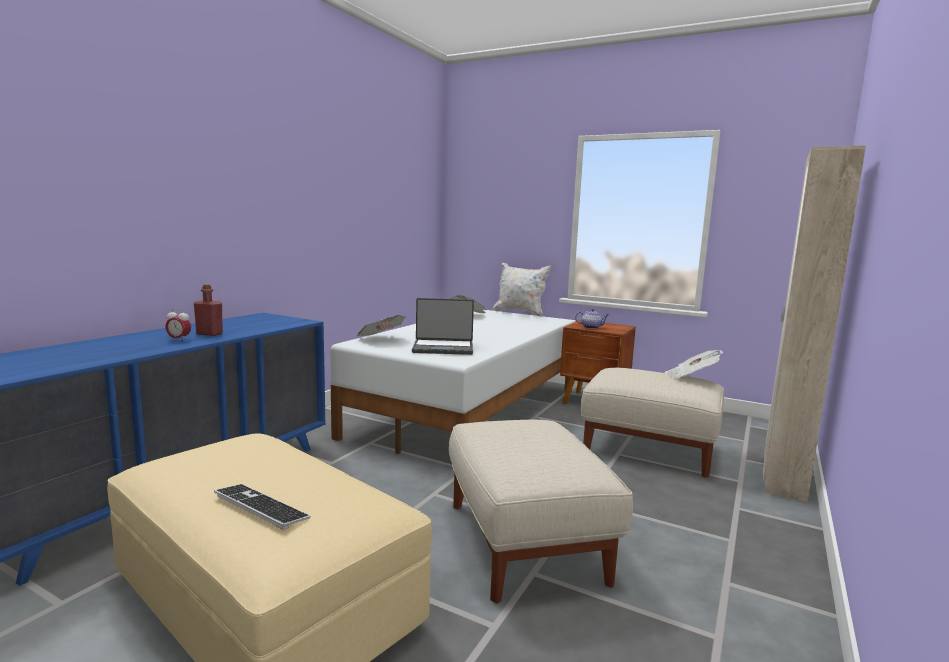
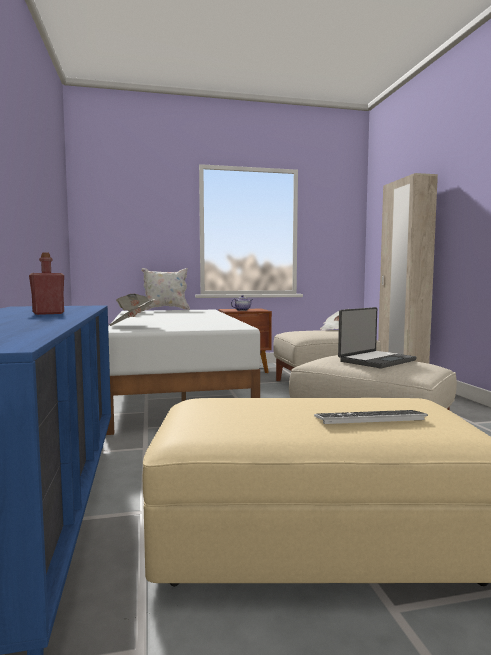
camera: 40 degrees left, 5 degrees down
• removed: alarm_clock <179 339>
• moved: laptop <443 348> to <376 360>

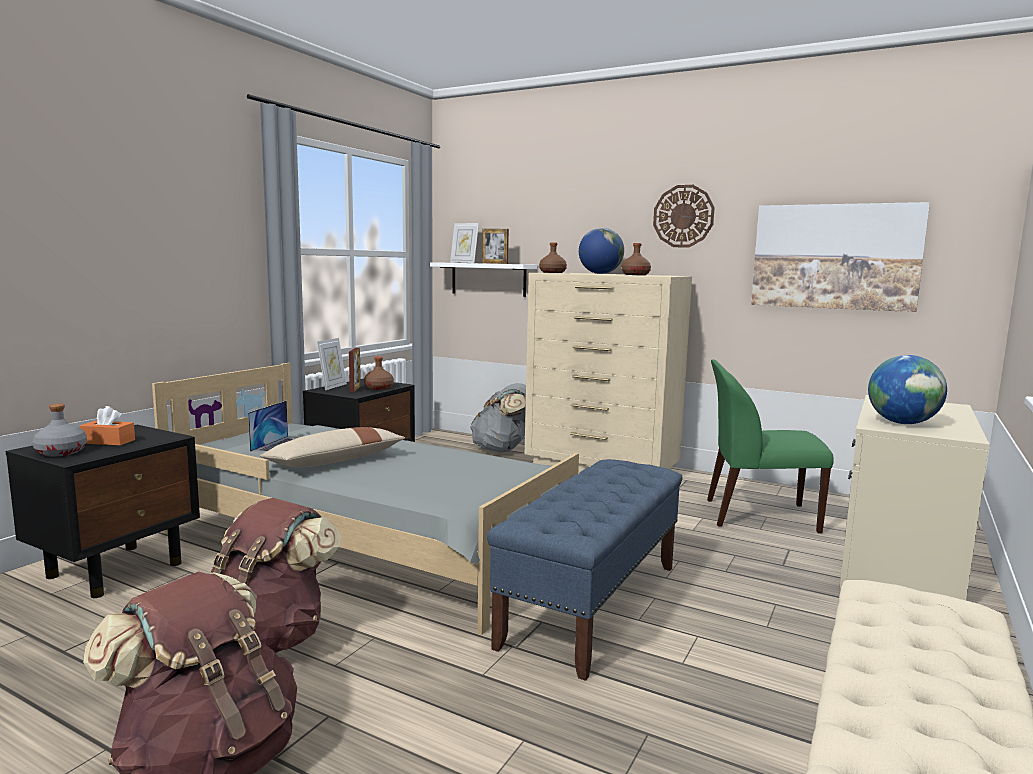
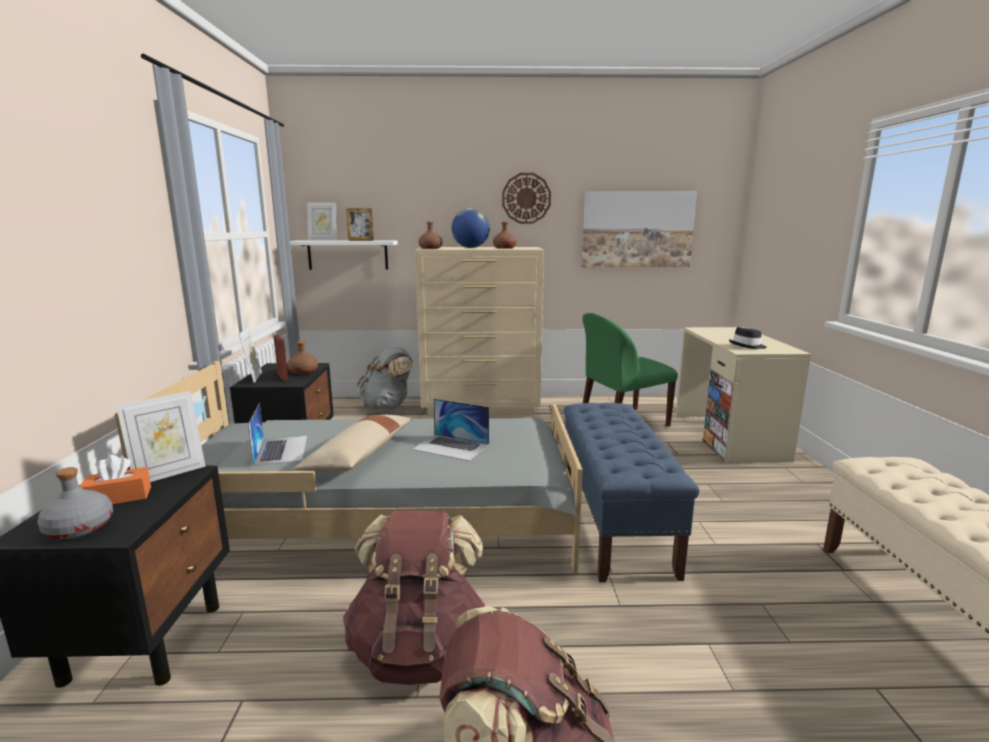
camera: 30 degrees left, 5 degrees up
• added: picture_frame <169 474>
• added: laptop <451 447>
• replaced: globe <902 423> to black_hat <748 346>

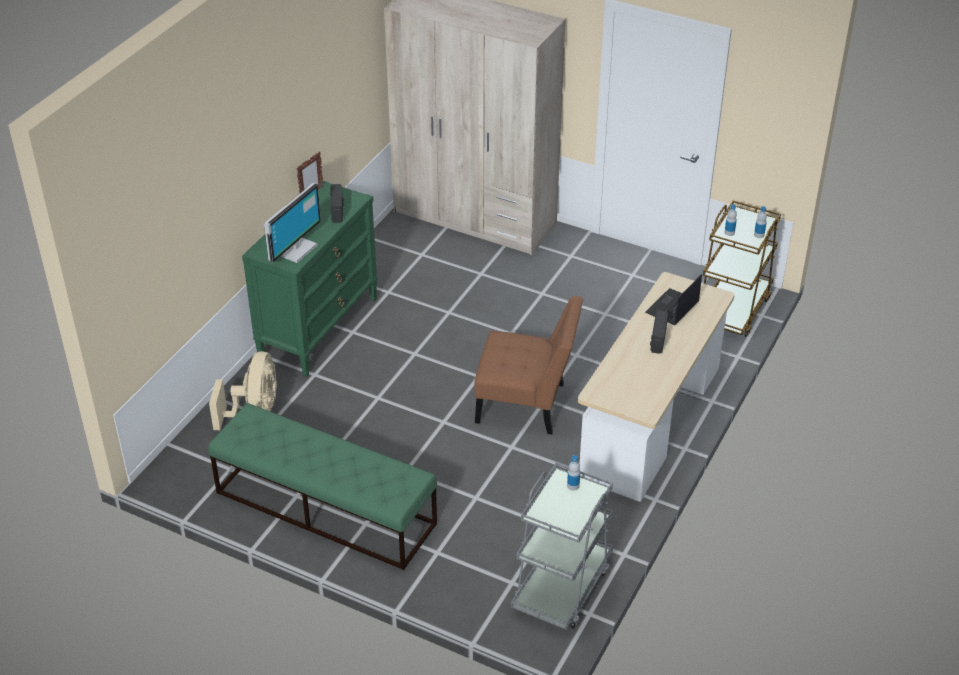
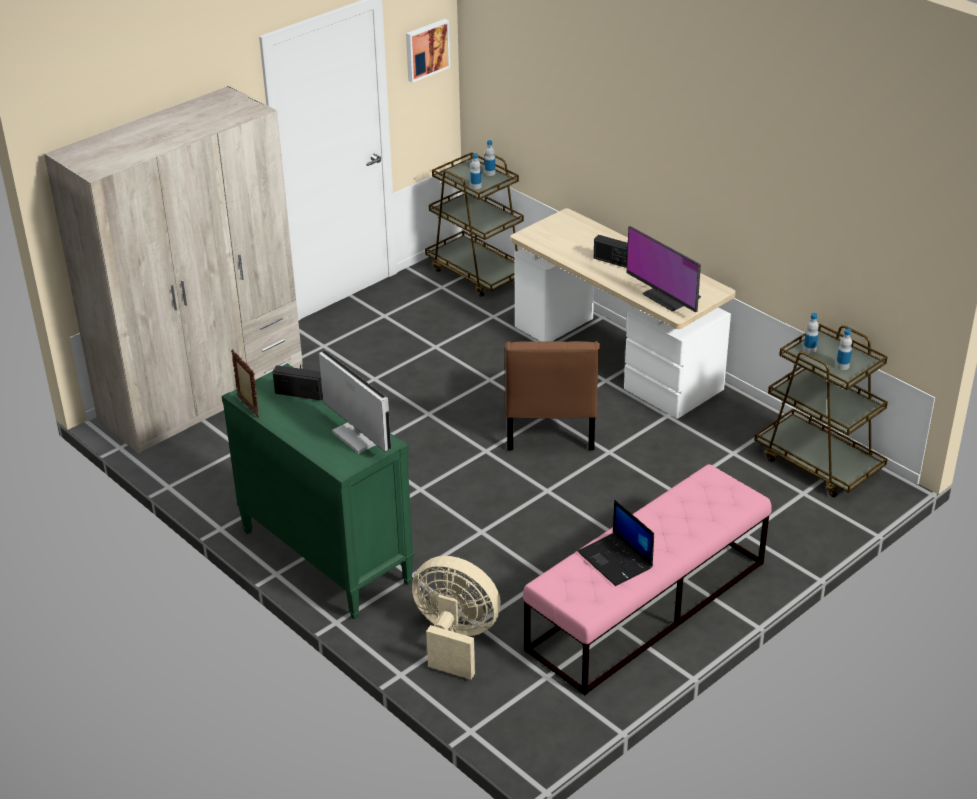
camera: 70 degrees left, 5 degrees down
• added: picture <426 49>
• added: monitor <670 297>
• added: bottle <842 366>
• moved: laptop <672 308> to <616 560>
• recoloured: green_bench <325 508> to pink_bench <647 606>
• recoloured: grey_cart <562 587> to brown_cart <818 463>
• turned: brown_chair <526 404> = <549 428> 150 degrees clockwise

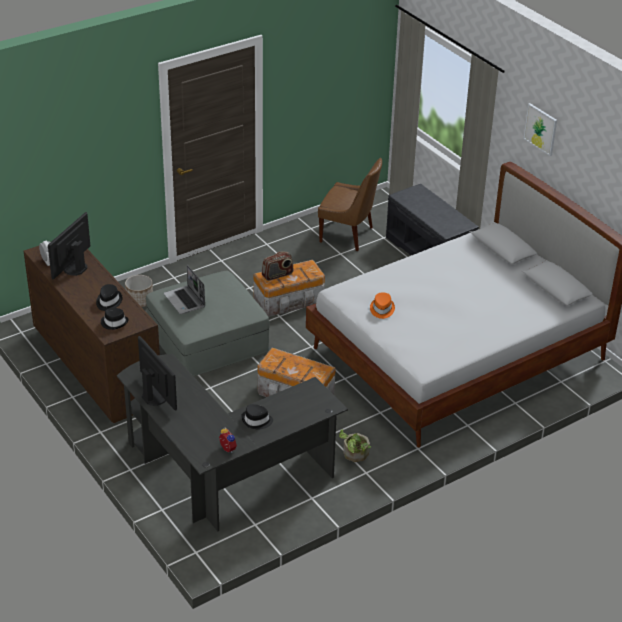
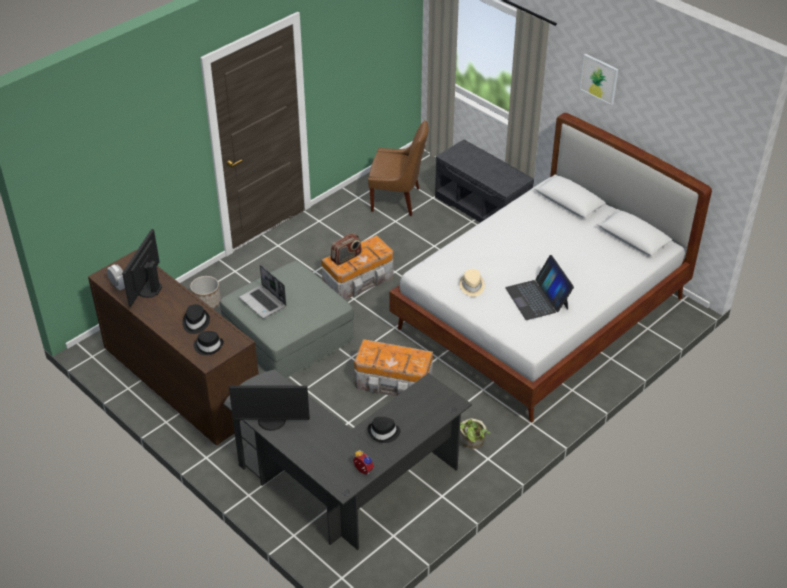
camera: 10 degrees left, 5 degrees up
• added: laptop <537 298>
• recoloured: orange_hat <381 309> to beige_hat <471 286>
• turned: monitor <156 396> = <271 421> 135 degrees clockwise

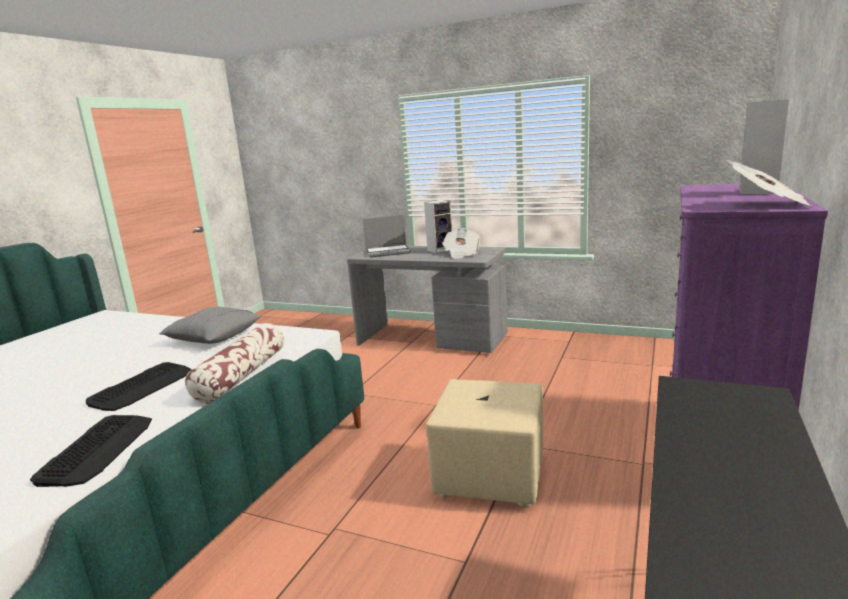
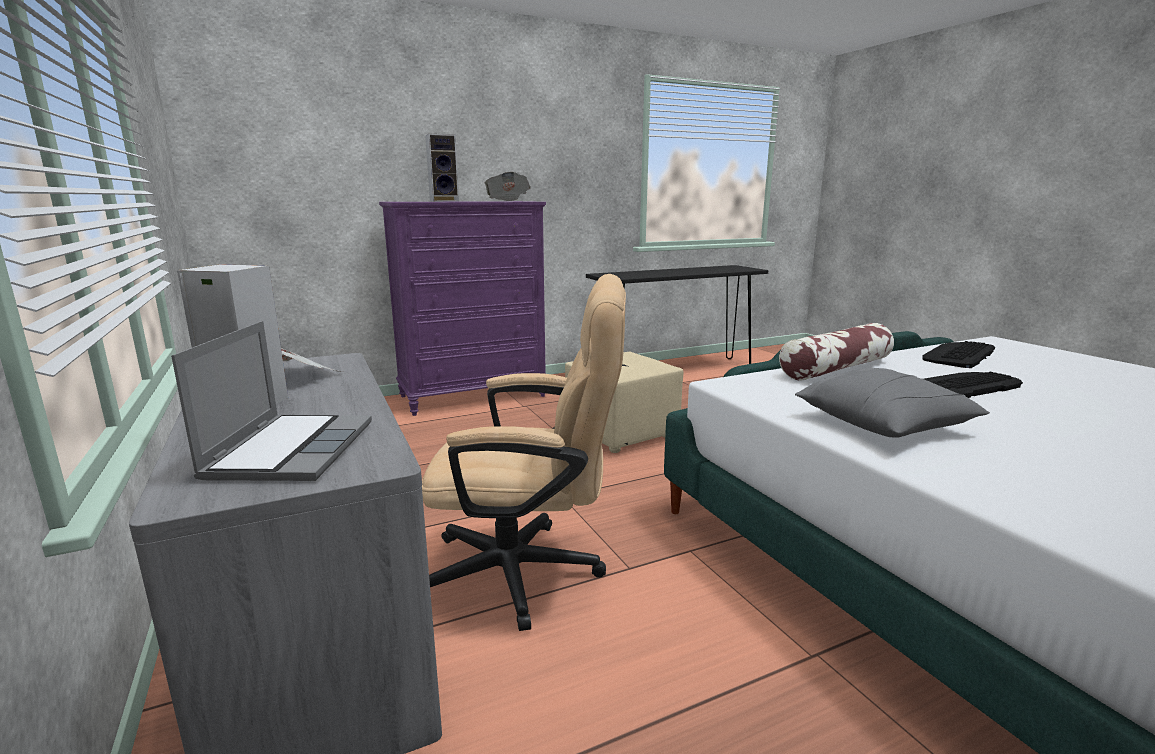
camera: 140 degrees left, 0 degrees up
• added: beige_office_chair <529 573>
• turned: laptop <388 252> = <291 449> 60 degrees clockwise

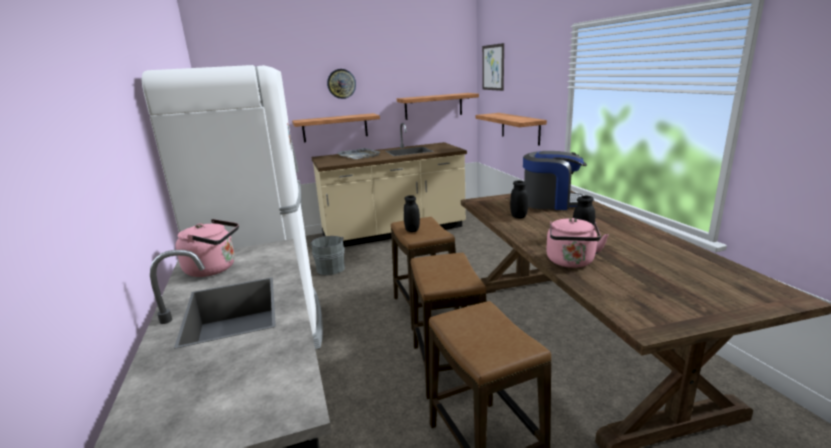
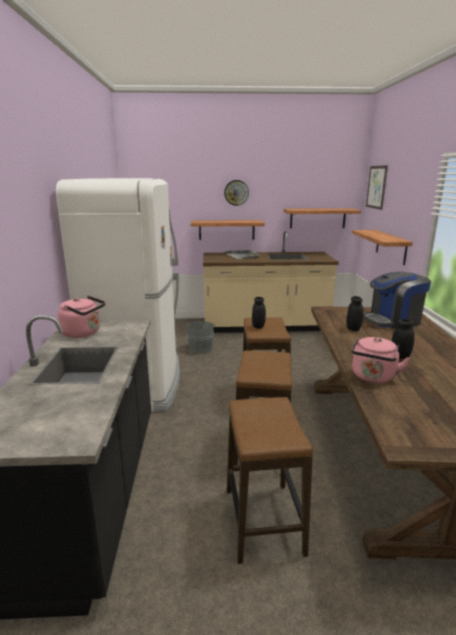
camera: 15 degrees right, 0 degrees up
• turned: coffee_machine <551 202> = <393 321> 135 degrees clockwise

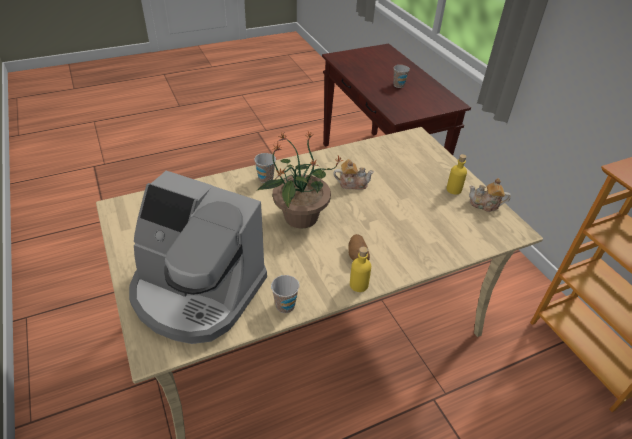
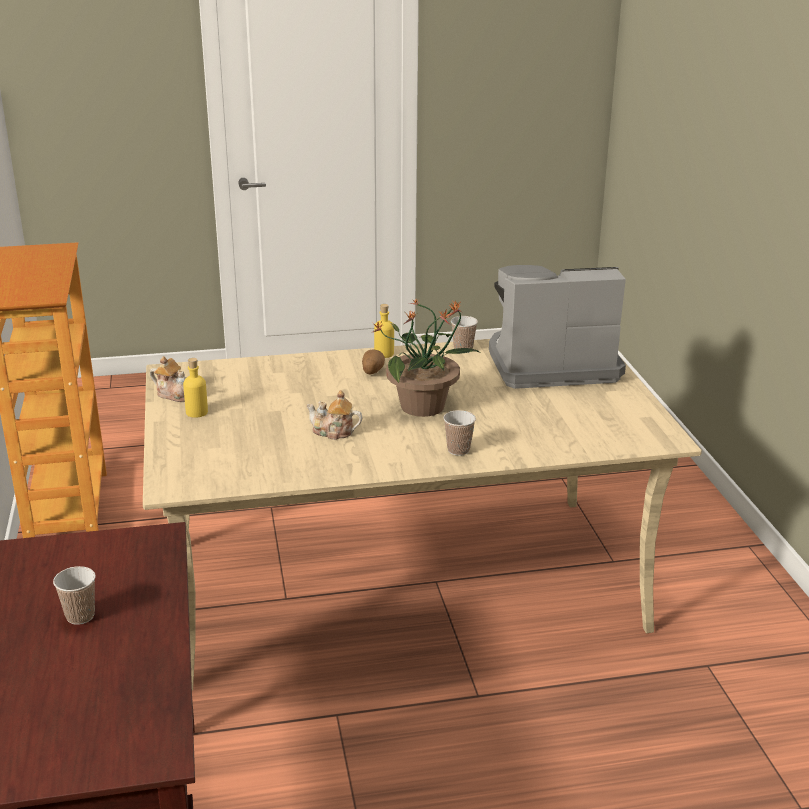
camera: 165 degrees left, 15 degrees down
• turned: coffee_machine <196 292> = <550 364> 45 degrees counterclockwise

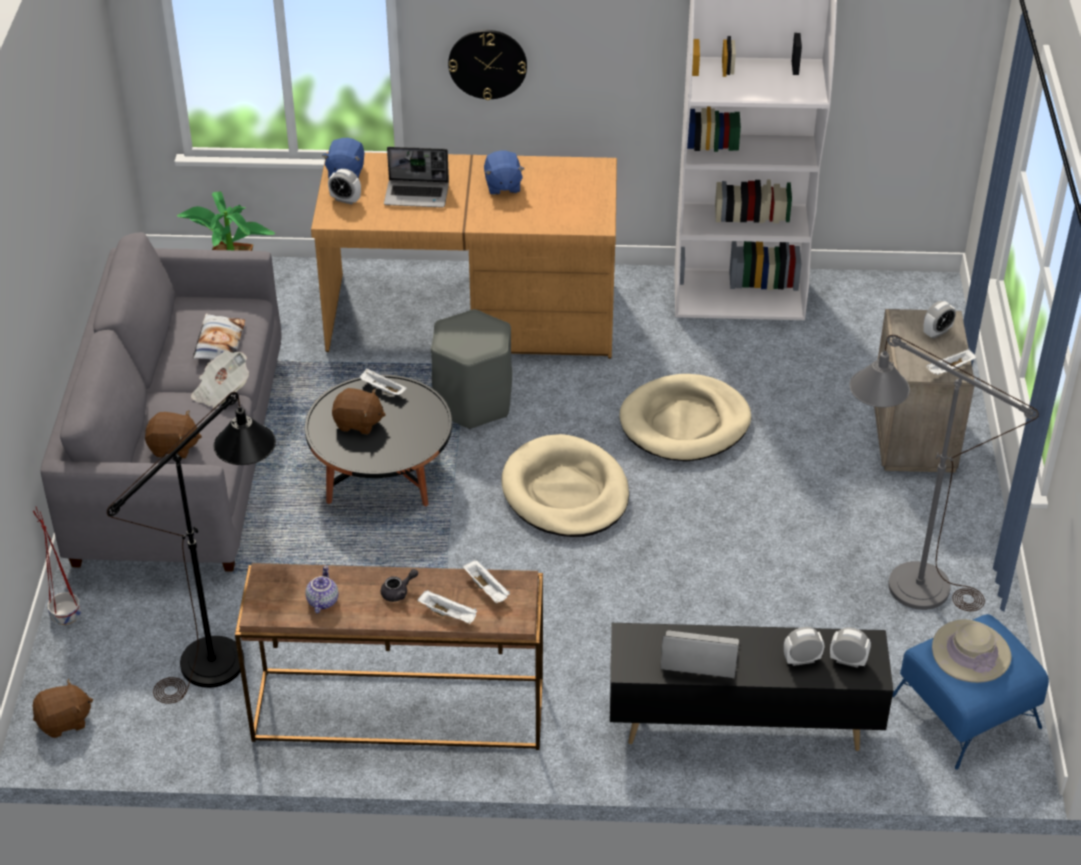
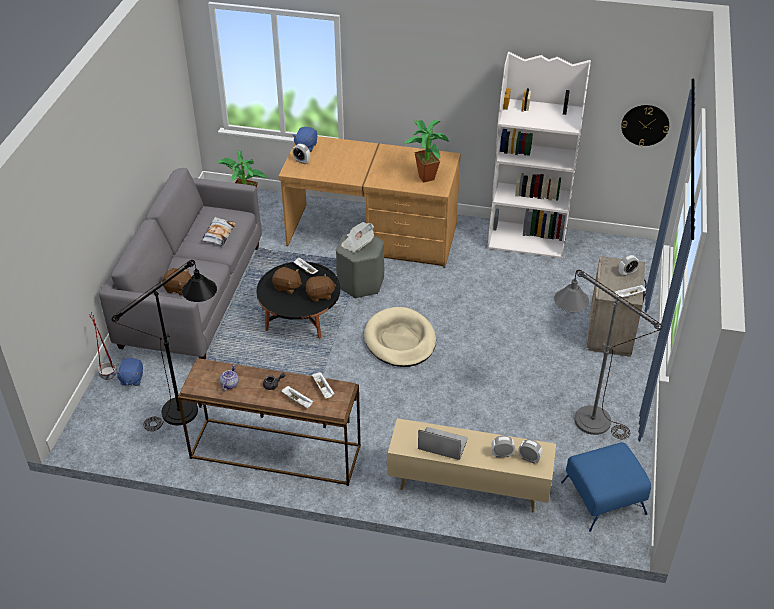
camera: 10 degrees right, 0 degrees up
• removed: laptop <417 195>
• removed: beige_dog_bed <685 423>
• removed: beige_hat <971 653>
• added: potted_plant <426 176>
• moved: brown_plush_toy <64 721> to <320 295>
• moved: newspaper <221 391> to <357 244>
• moved: wall_clock <487 63> to <645 125>
• moved: blue_plush_toy <502 186> to <131 379>
• recoloured: black_tv_stand <741 725> to beige_tv_stand <468 487>

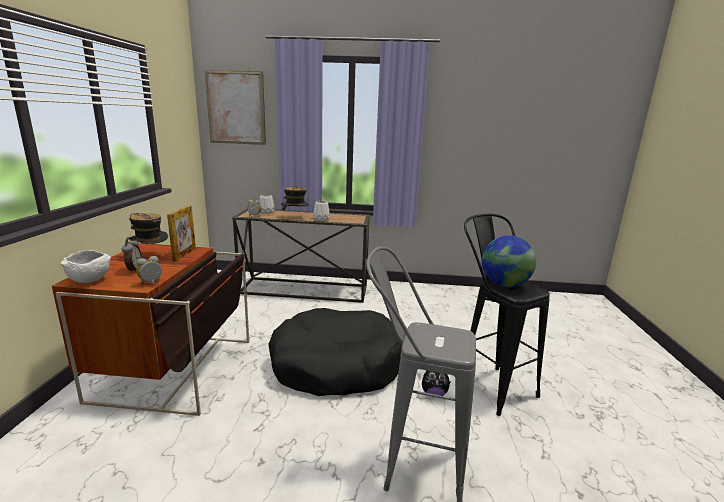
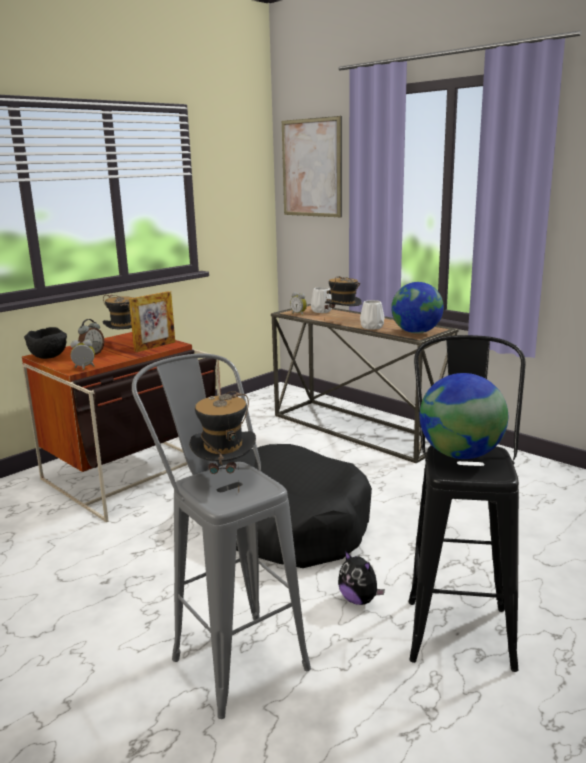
camera: 40 degrees right, 0 degrees up
• added: hat <225 478>
• added: globe <416 332>
• recoloured: white_bowl <90 280> to black_bowl <49 357>

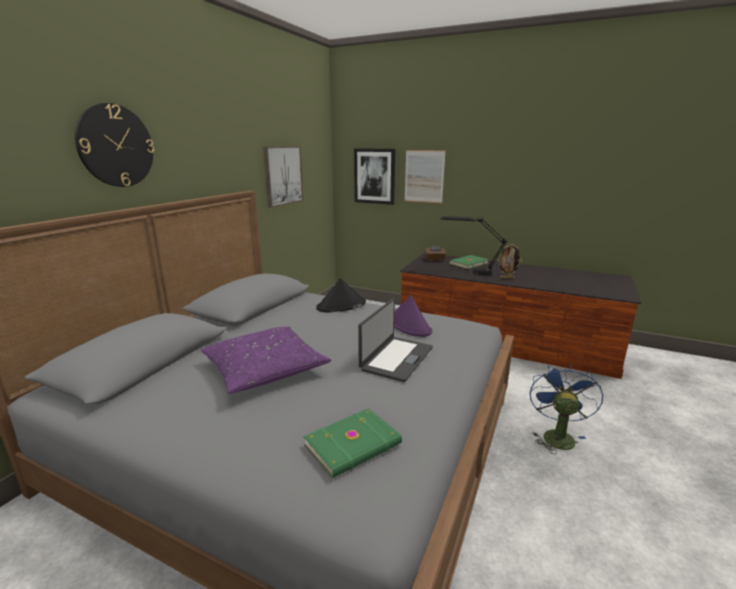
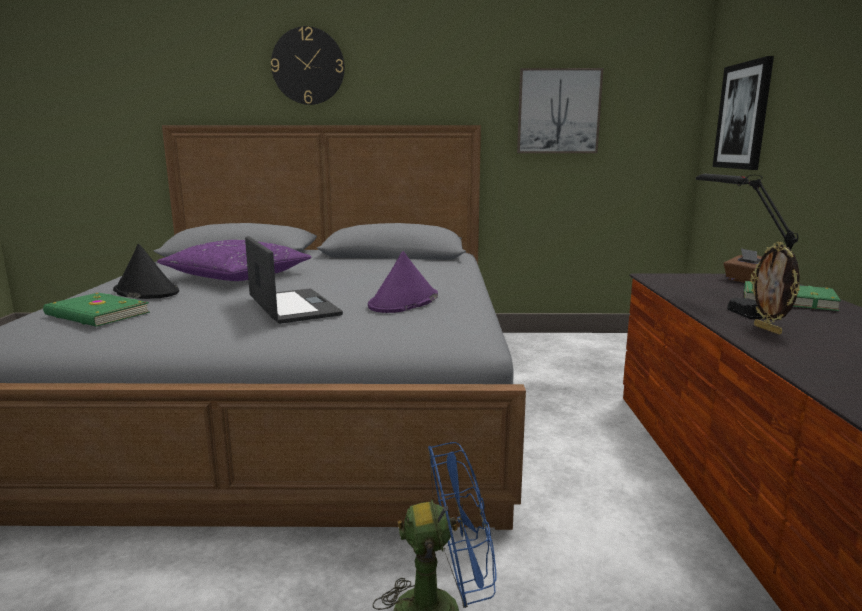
camera: 65 degrees right, 5 degrees down
• removed: picture <424 176>
• moved: black_hat <341 305> to <145 291>
• turned: laptop <396 358> = <292 307> 120 degrees counterclockwise

